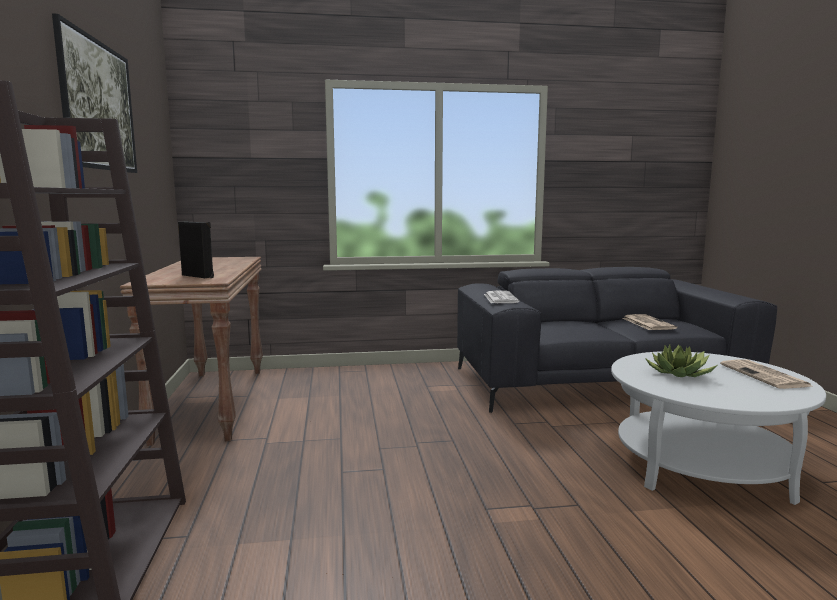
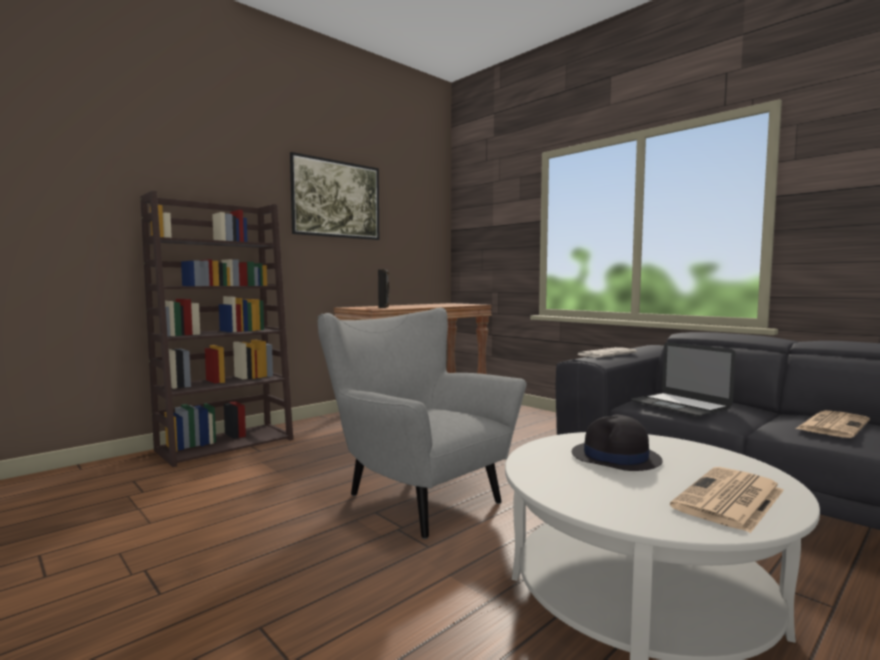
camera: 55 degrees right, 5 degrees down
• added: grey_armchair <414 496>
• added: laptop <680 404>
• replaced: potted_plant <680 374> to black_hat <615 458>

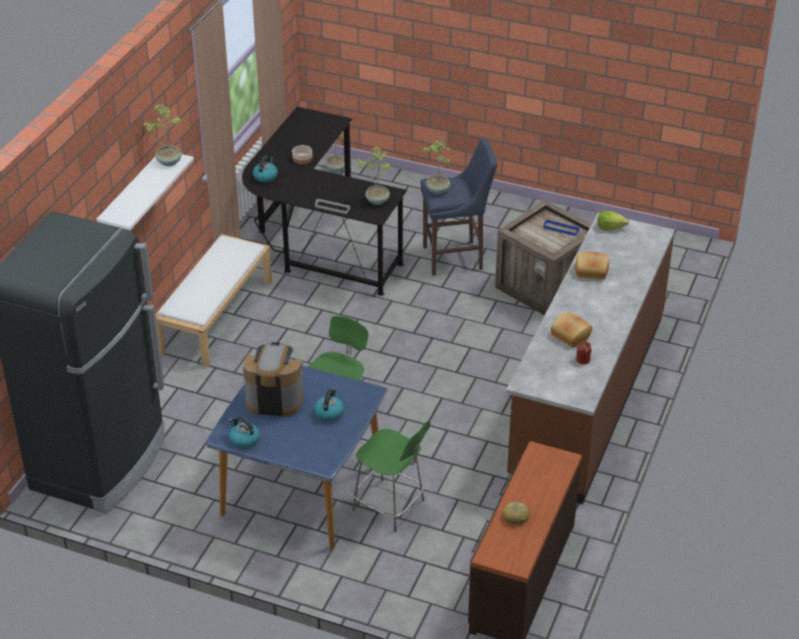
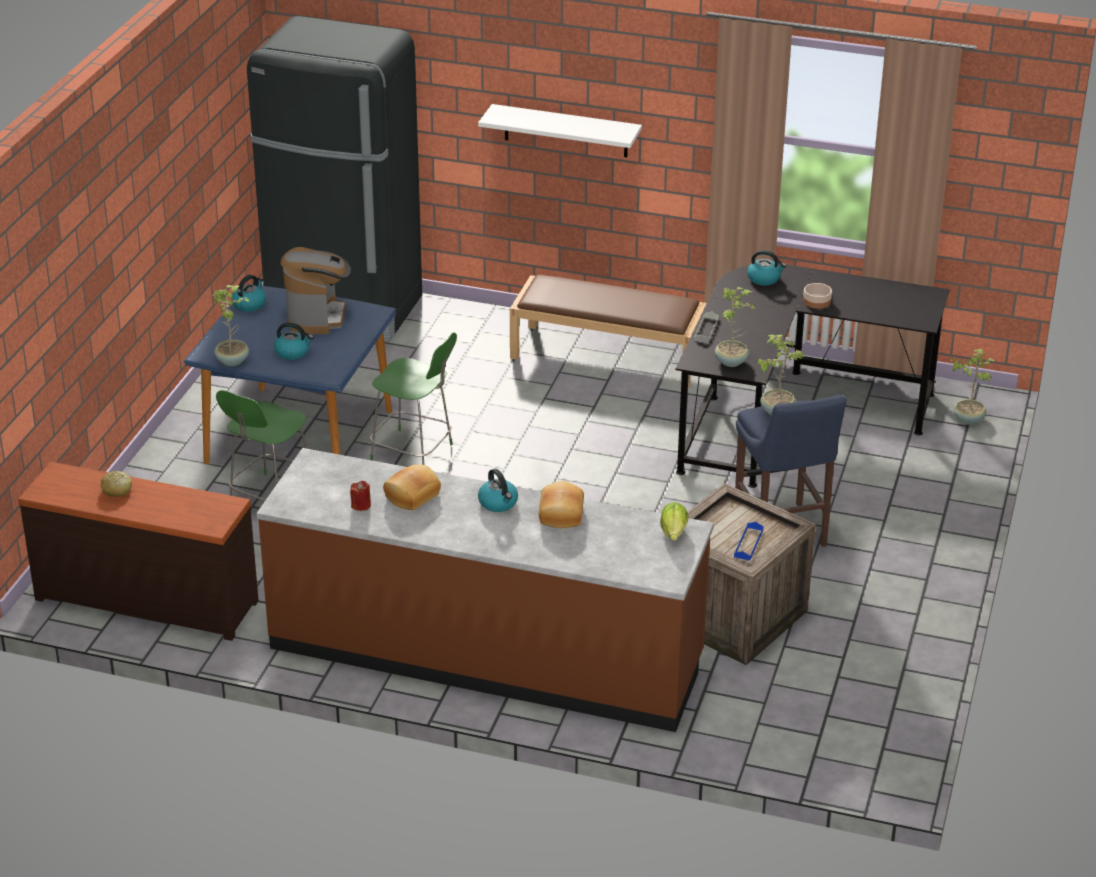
camera: 85 degrees right, 5 degrees down
• added: kettle <498 503>
• moved: potted_plant <168 162> to <233 360>
• recoloured: white_bench <216 316> to brown_bench <608 355>

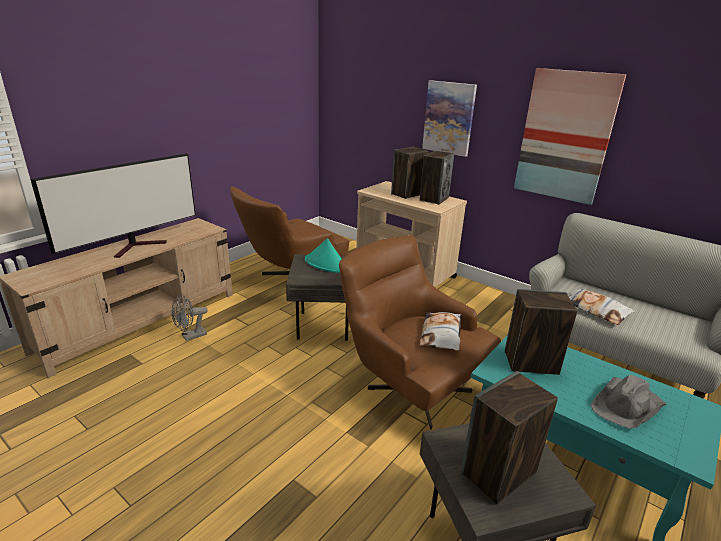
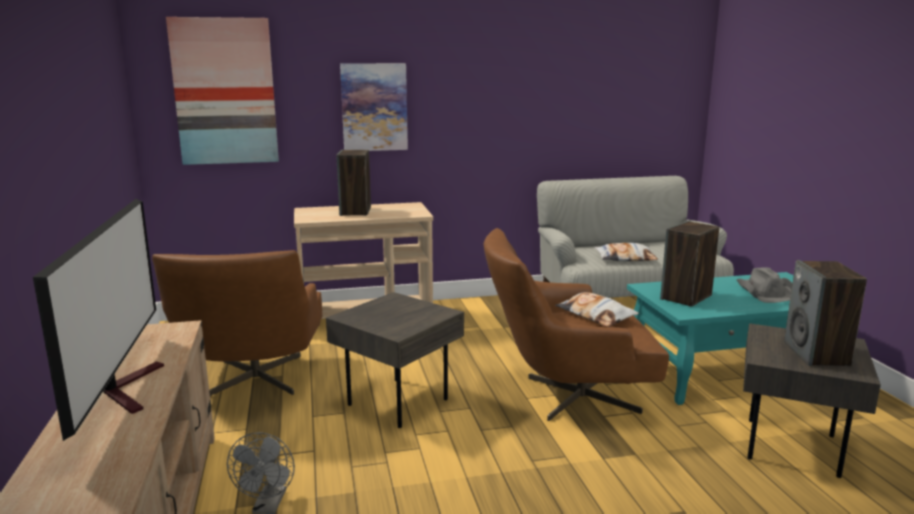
camera: 50 degrees left, 10 degrees down
• removed: turquoise_hat <326 264>
• removed: speaker <434 199>
• moved: picture <565 136> to <225 92>

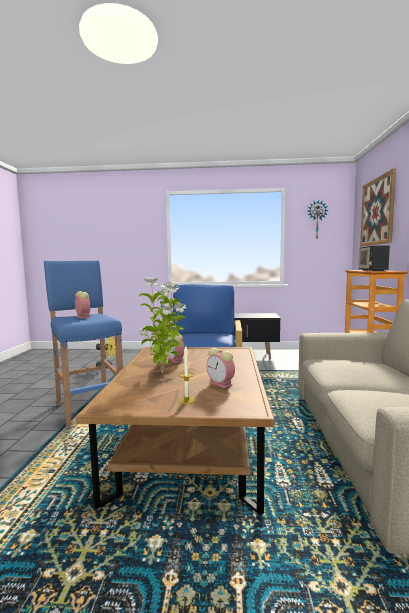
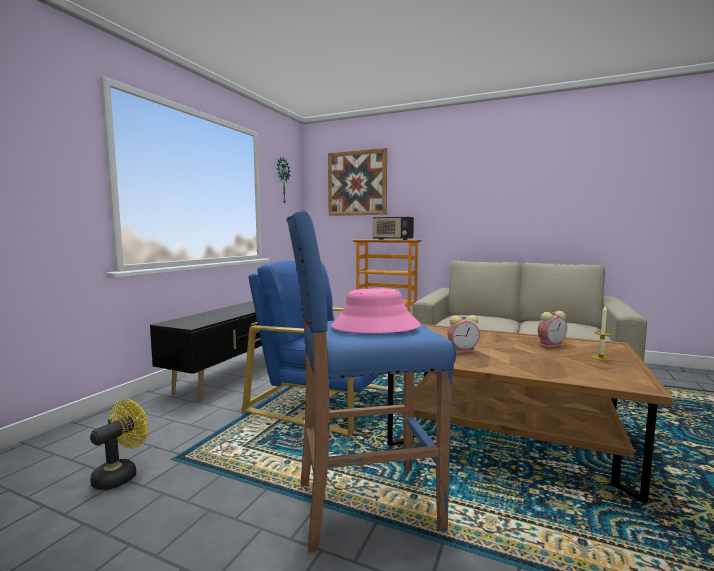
camera: 70 degrees left, 0 degrees up
• removed: potted_plant <164 373>
• replaced: alarm_clock <82 317> to pink_hat <374 327>

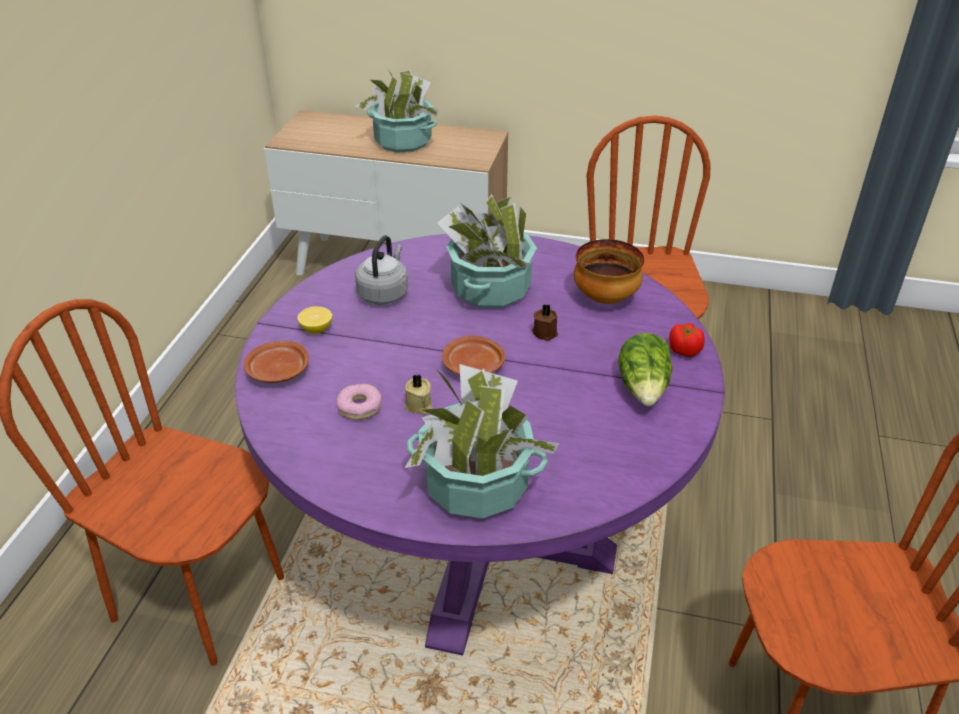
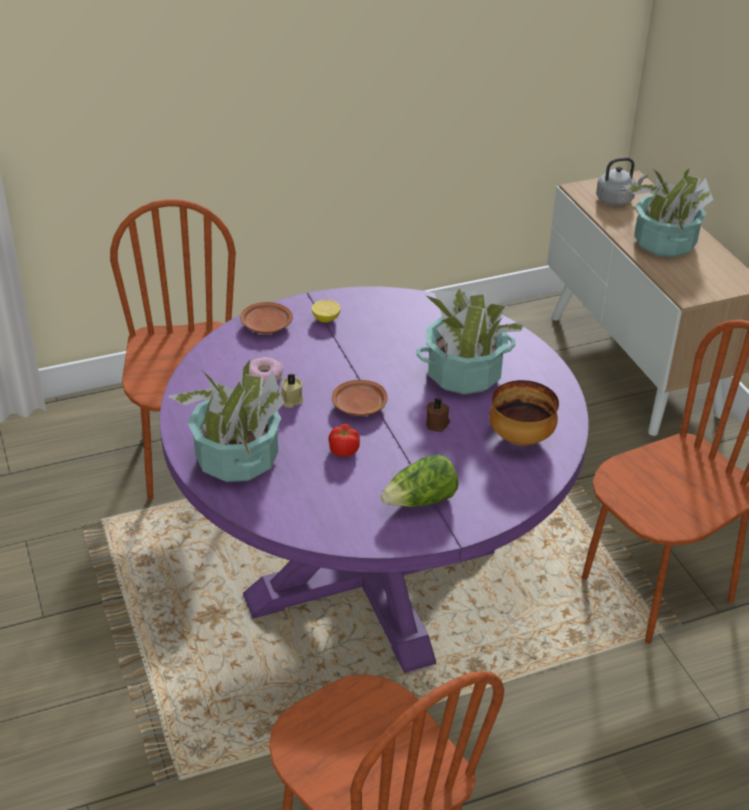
camera: 55 degrees right, 0 degrees up
• moved: grey_kettle <384 293> to <616 199>
• moved: tomato <684 350> to <344 450>

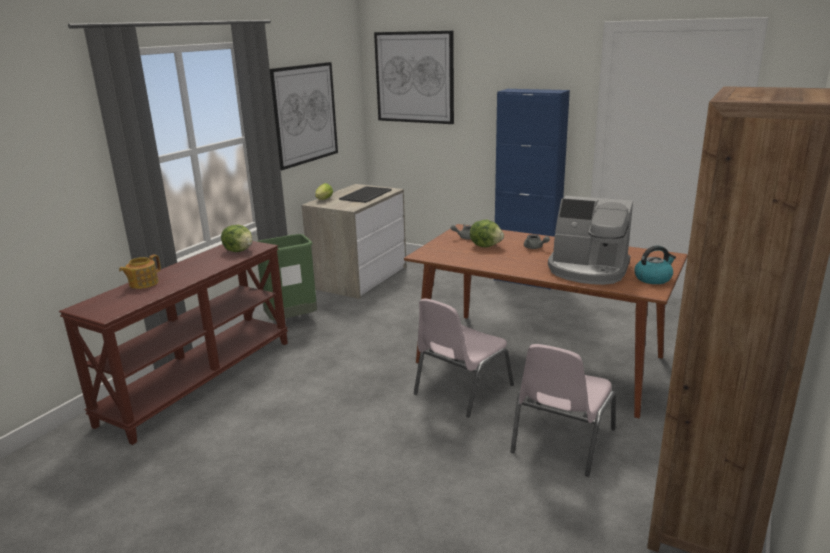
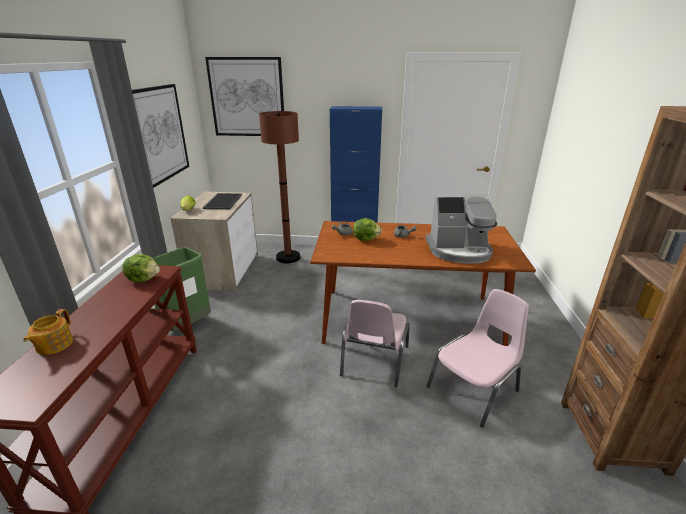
camera: 25 degrees left, 5 degrees up
• removed: kettle <653 278>
• added: brown_floor_lamp <288 257>
• turned: pink_chair <561 441> = <474 389> 135 degrees counterclockwise

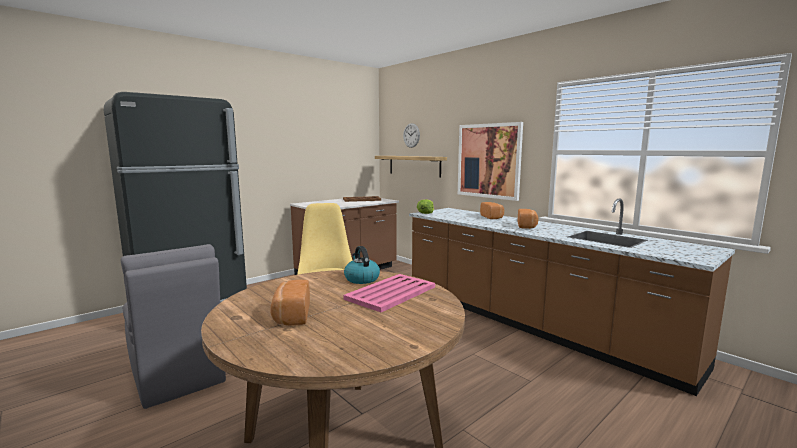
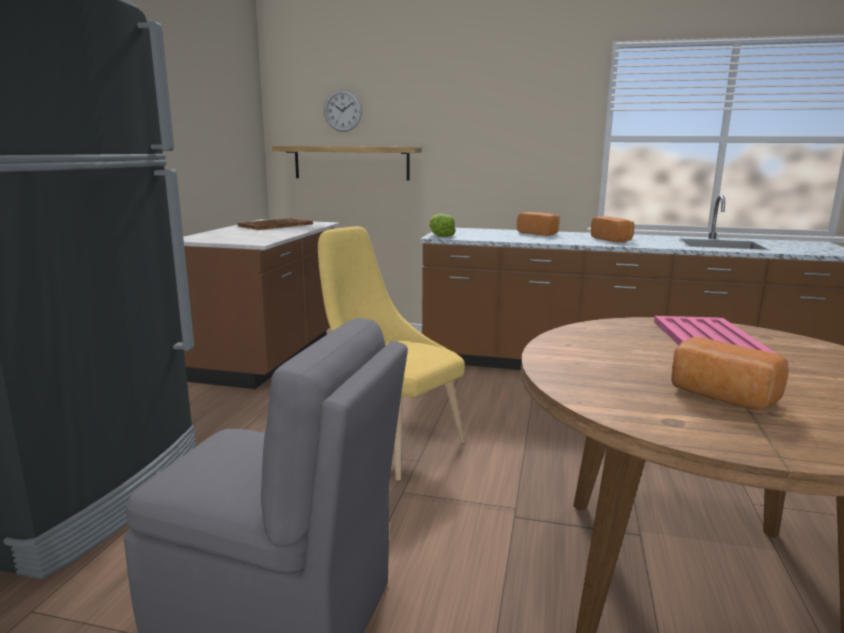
camera: 35 degrees left, 5 degrees up
• removed: kettle <361 279>
• removed: picture <488 161>

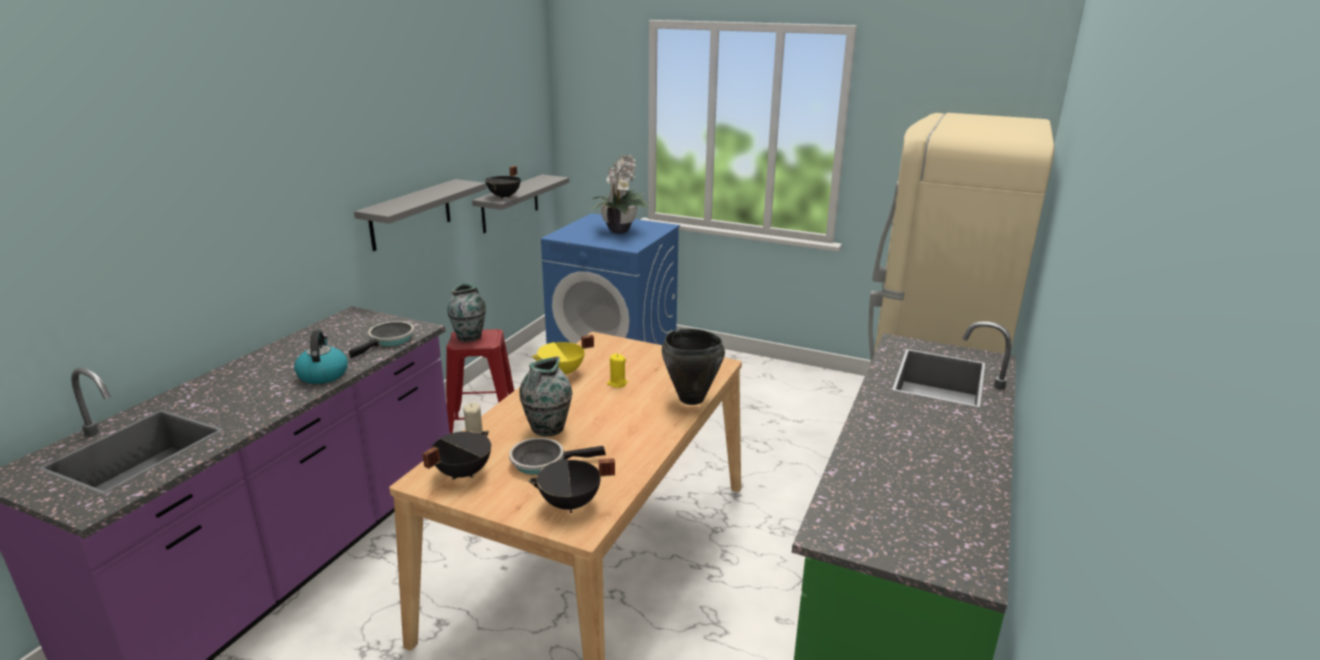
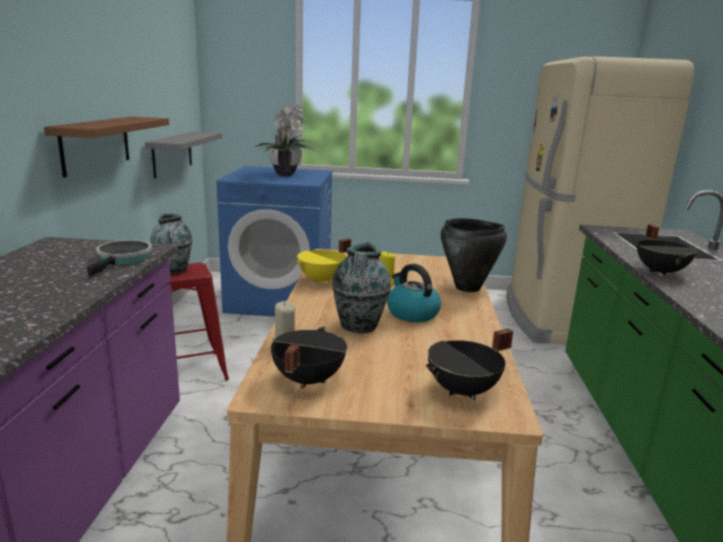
camera: 20 degrees left, 5 degrees down
• removed: frying_pan <542 461>
• moved: kettle <323 374> to <411 313>
• moved: black_cooking_pot <505 196> to <661 272>
• recoloured: grey_shelf <411 214> to brown_shelf <96 144>

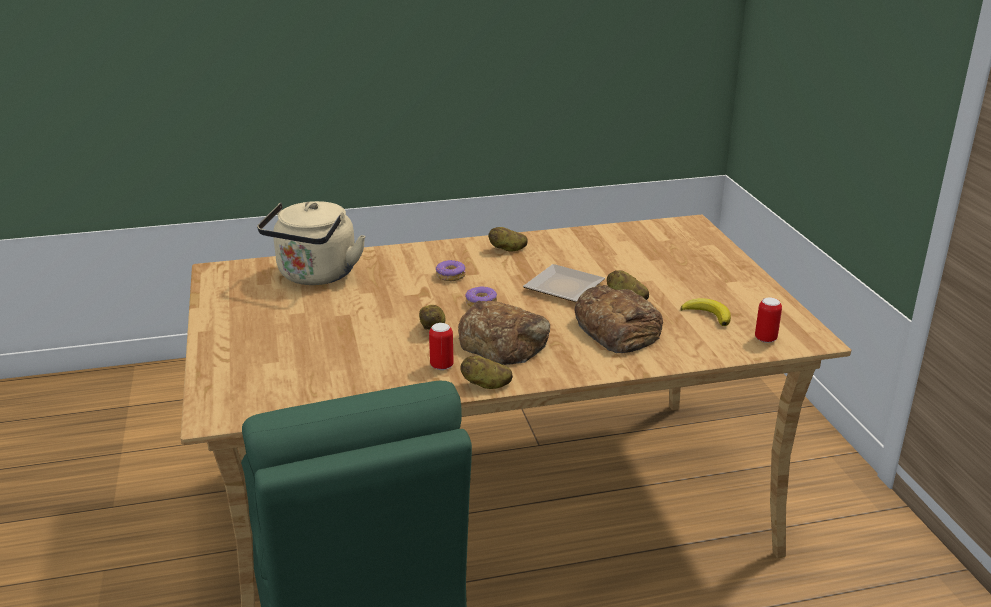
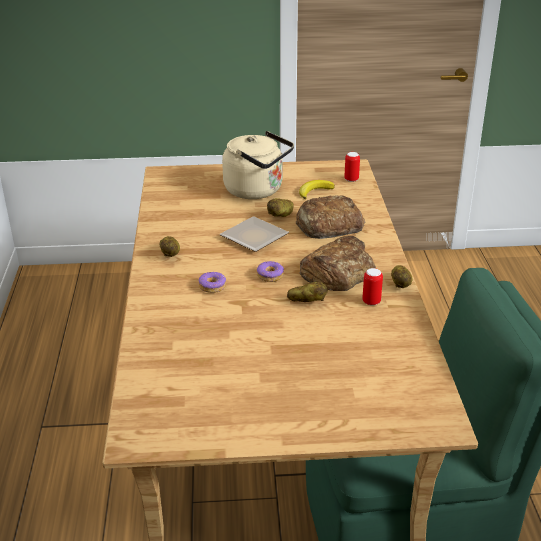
camera: 80 degrees left, 5 degrees up
• moved: beige_kettle <315 276> to <257 190>

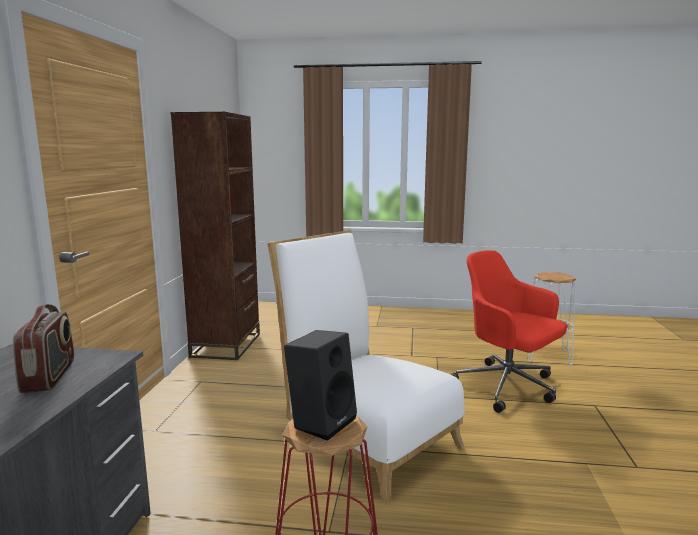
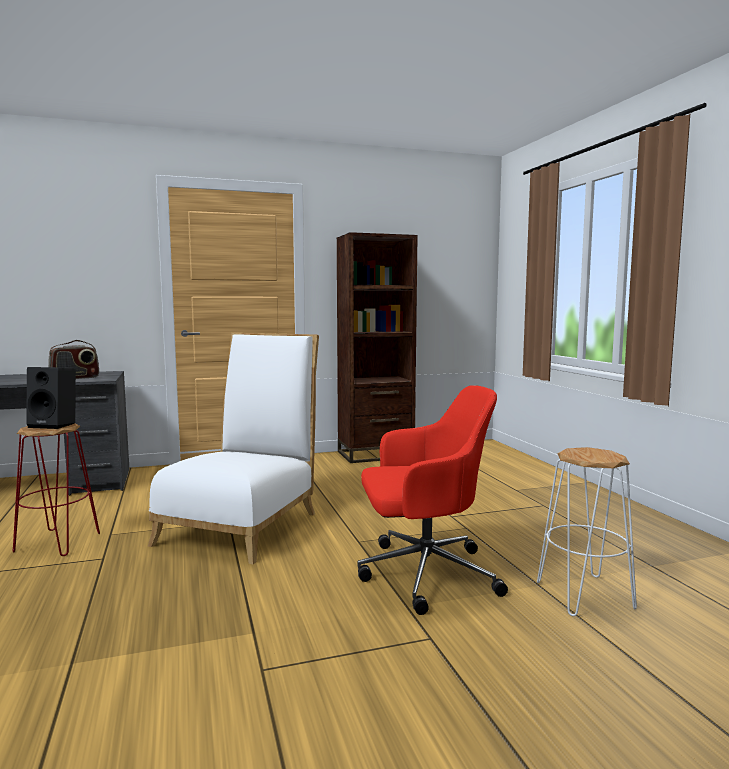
camera: 65 degrees right, 5 degrees down
• turned: red_office_chair <507 387> = <424 574> 60 degrees clockwise

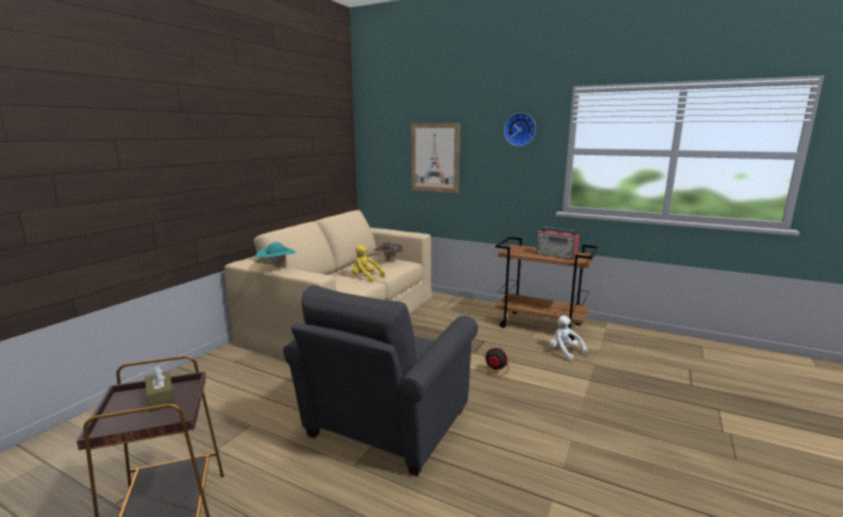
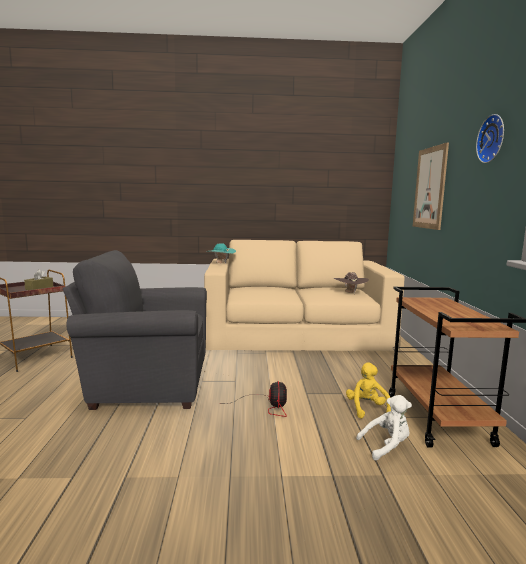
camera: 60 degrees right, 5 degrees down
• removed: radio <556 255>
• moved: yellow_plush_toy <365 278> to <367 409>
• turned: white_plush_toy <564 352> = <386 446> 45 degrees clockwise

